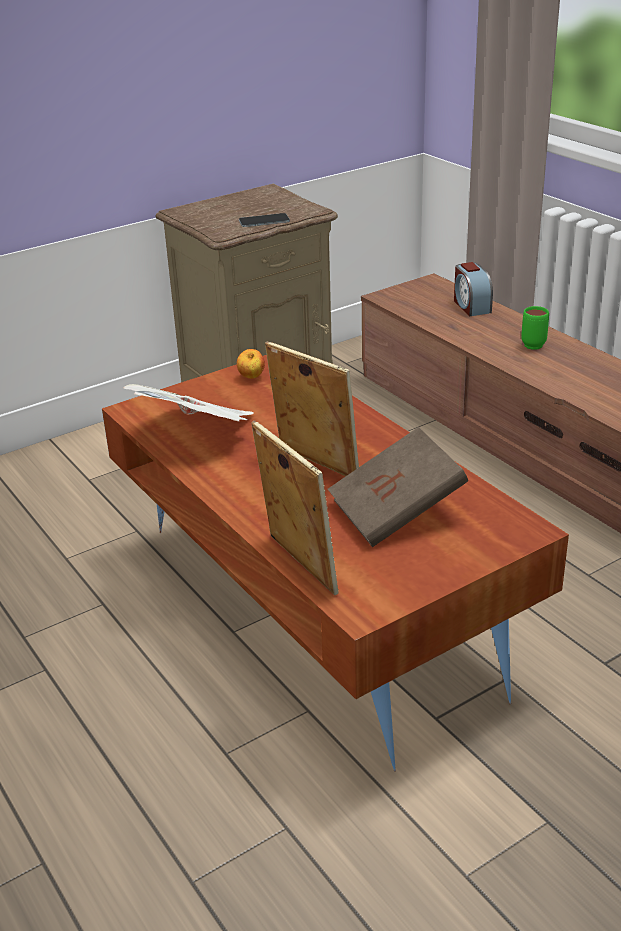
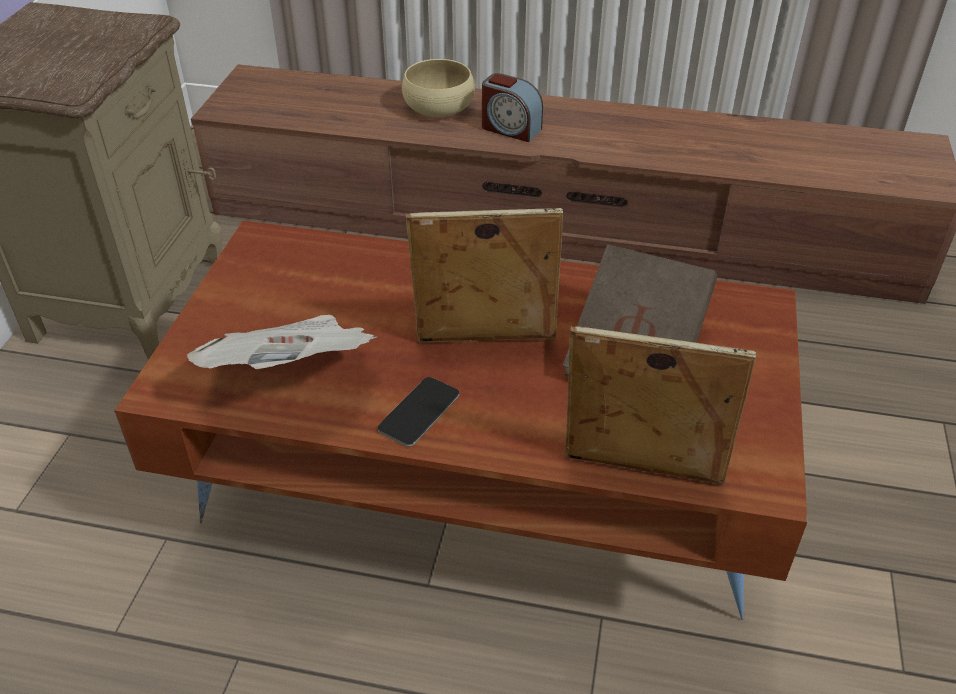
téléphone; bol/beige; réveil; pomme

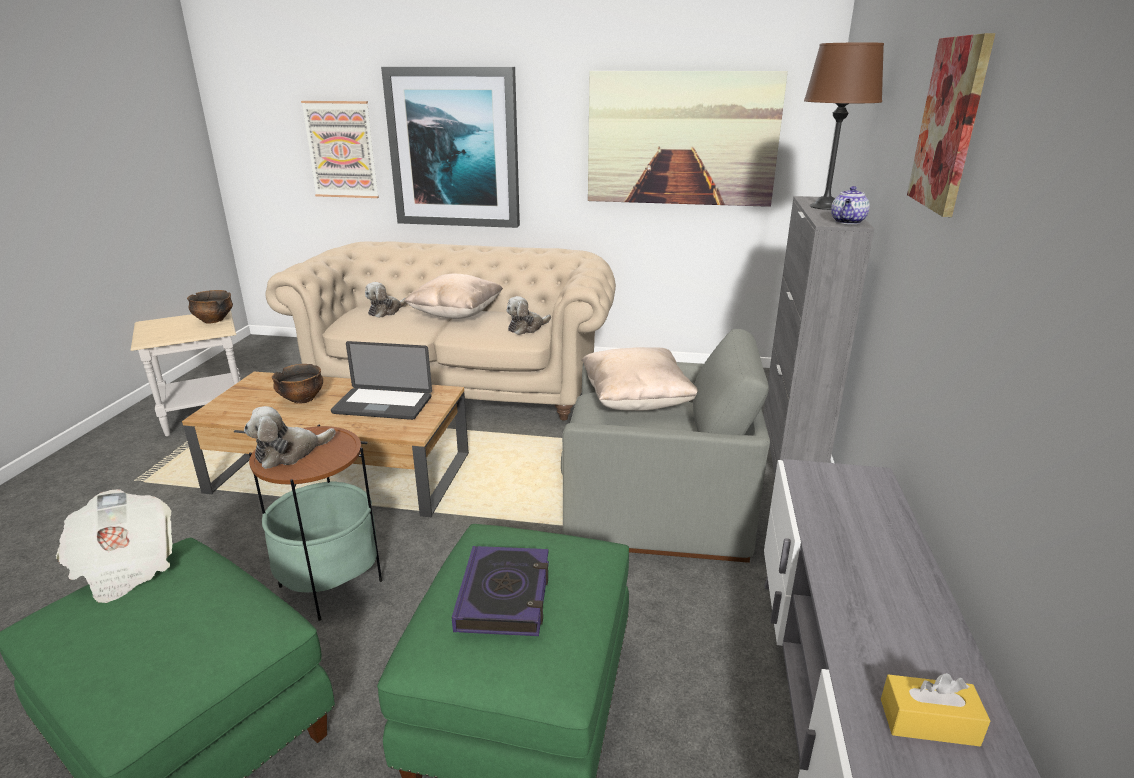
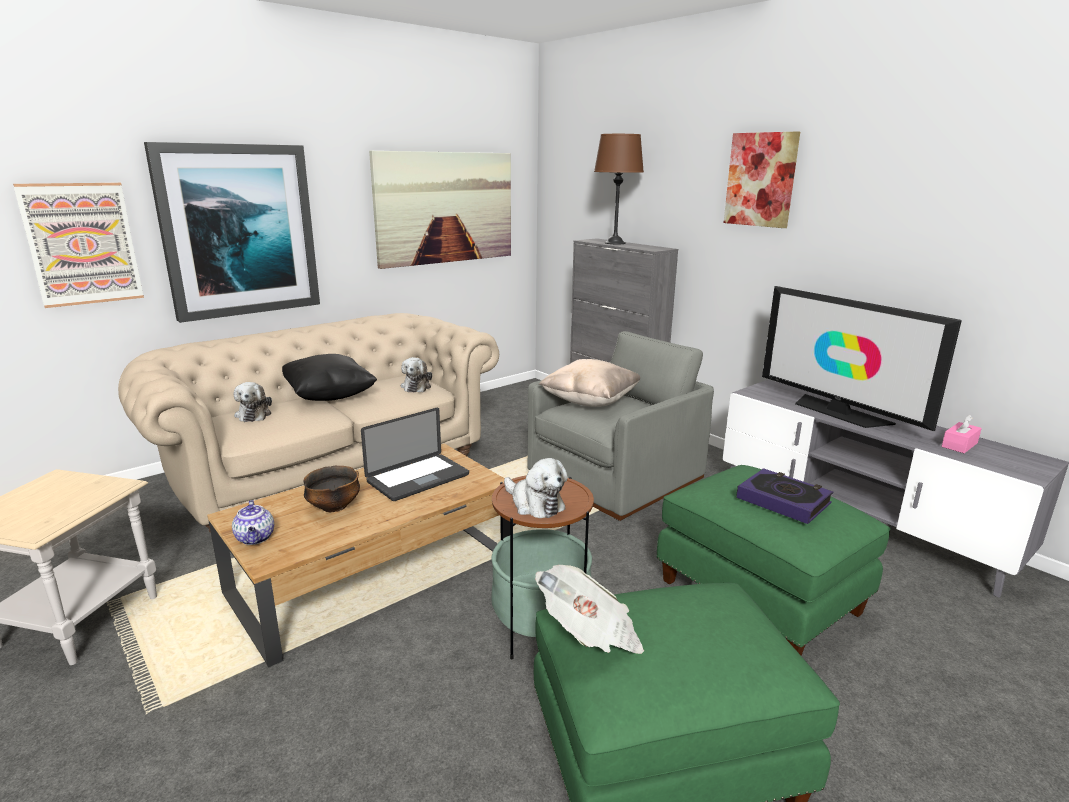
théière; coussin/noir; peluche (no. 3 from left); téléviseur; boîte à mouchoirs/rose; bol (no. 1 from left in the first image)

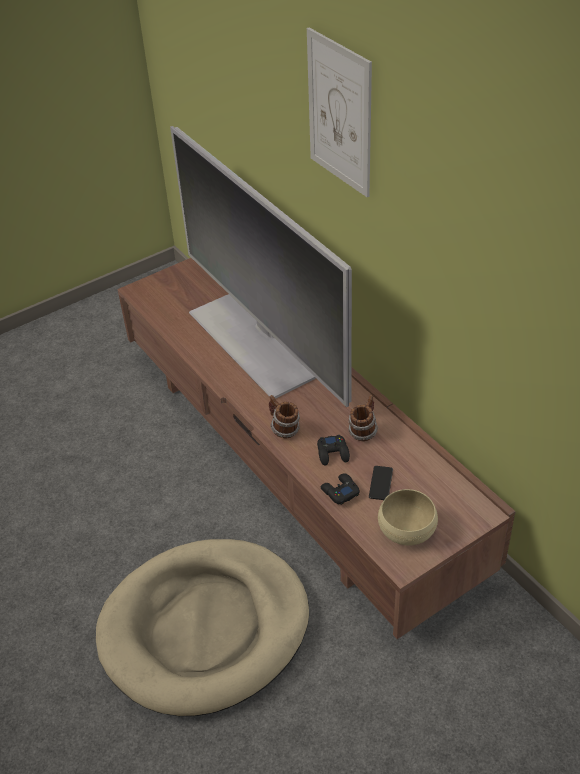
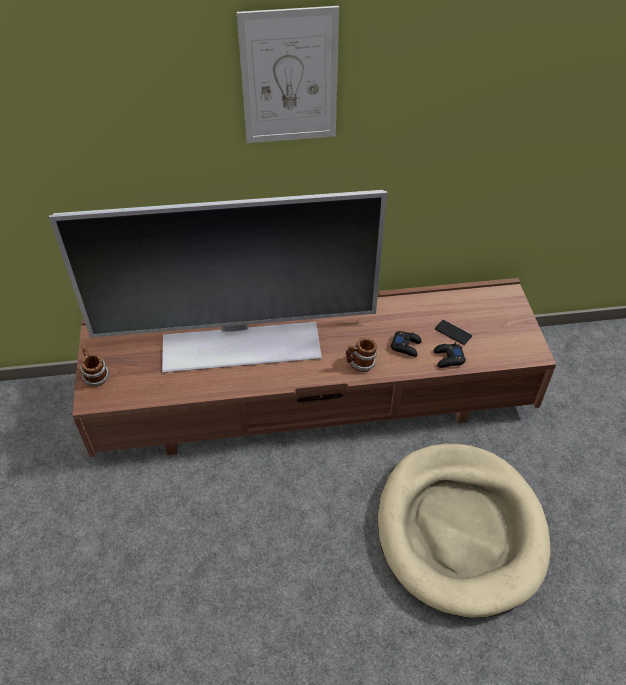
mug (no. 1 from left); bol/beige

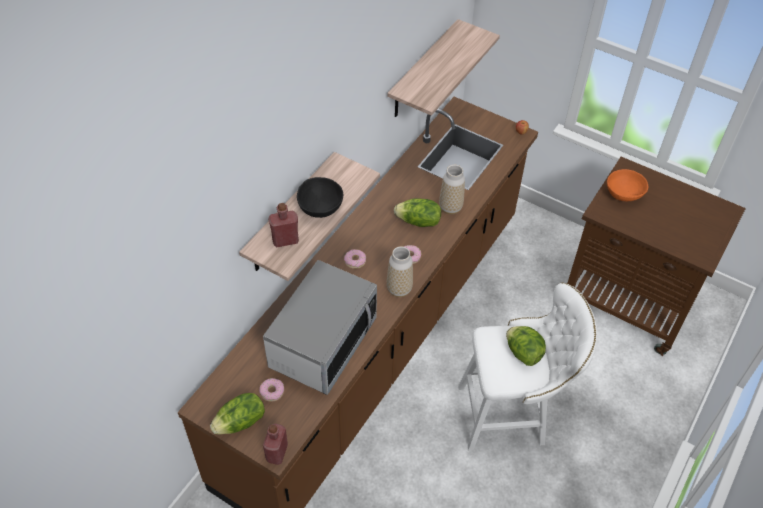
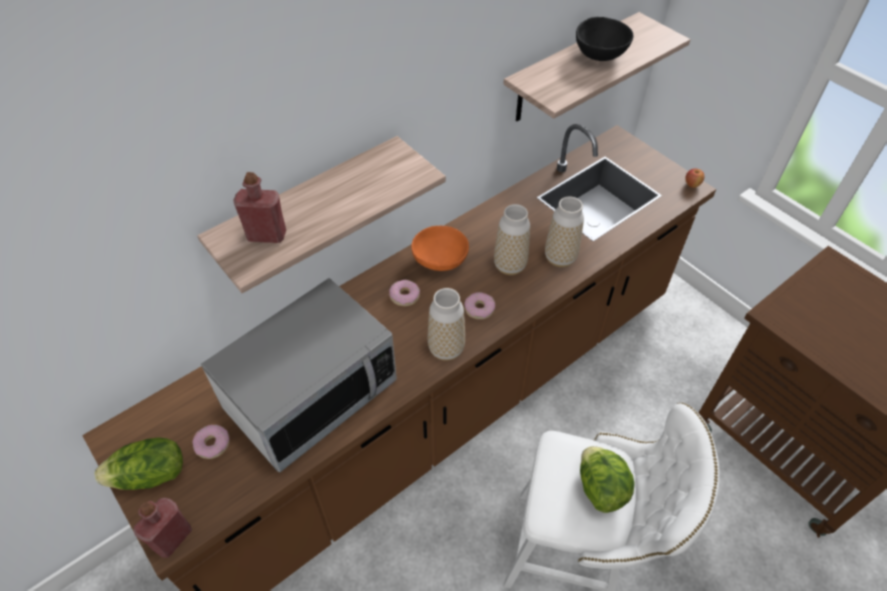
bol/orange; vase (no. 2 from left); bol/noir

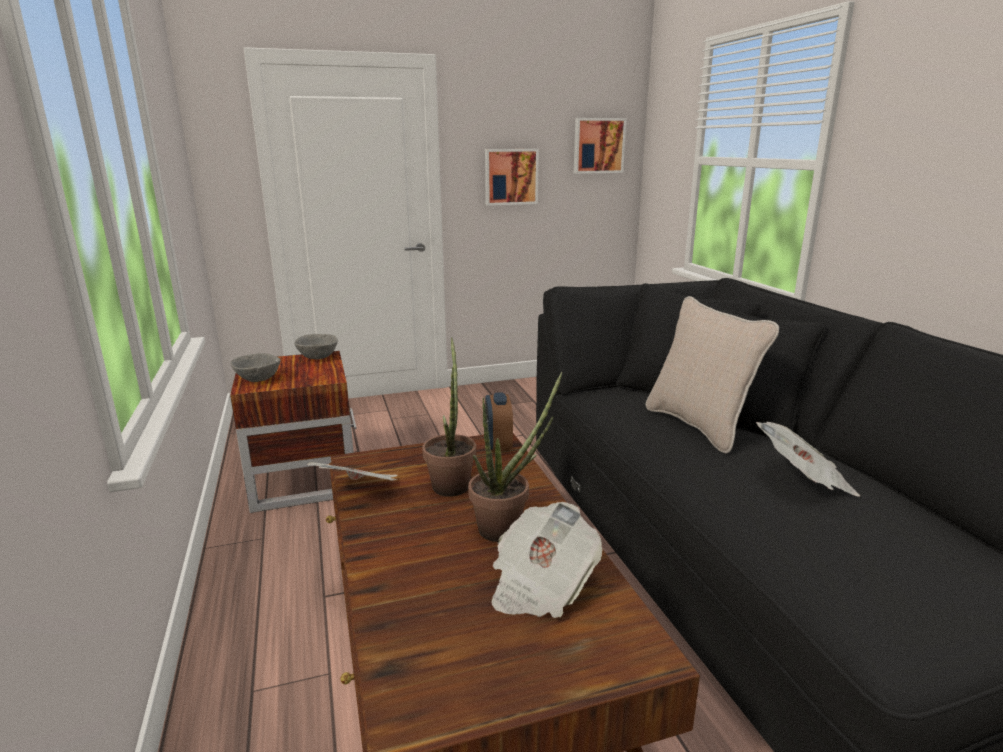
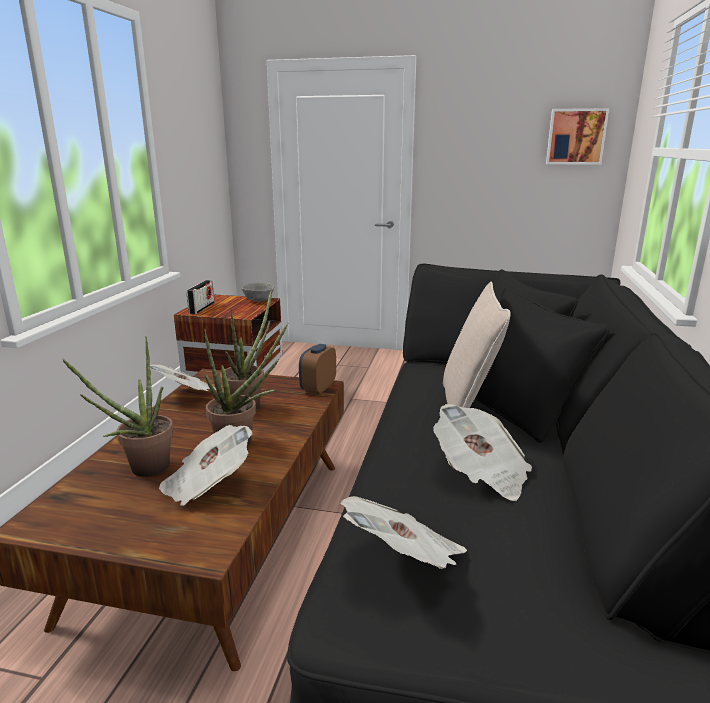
plante en pot (no. 1 from left); radio; journal (no. 3 from left); tableau (no. 1 from left in the first image)

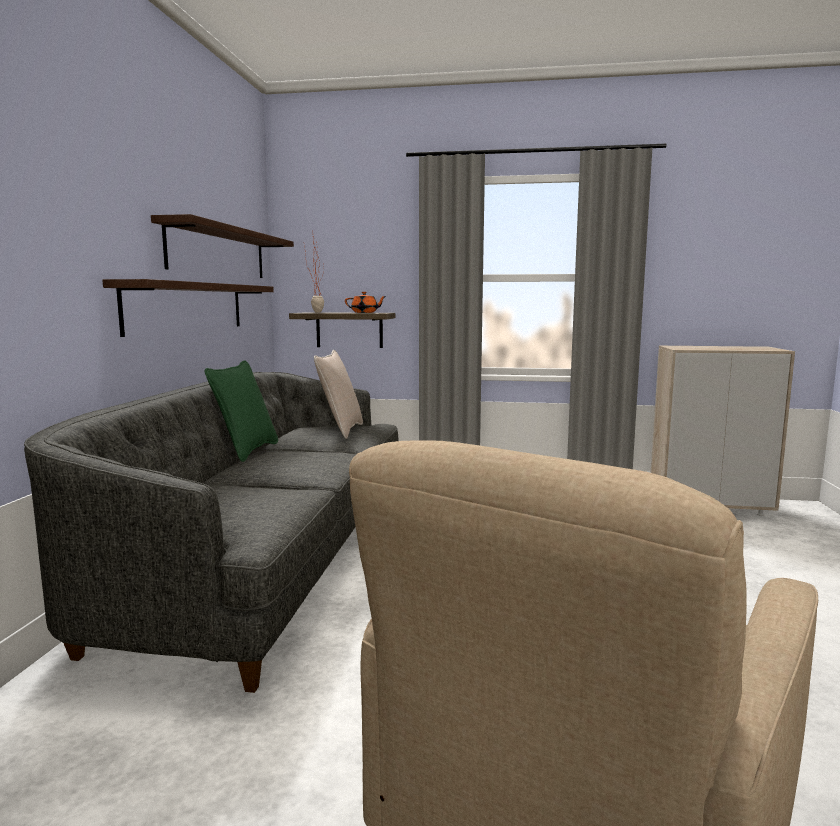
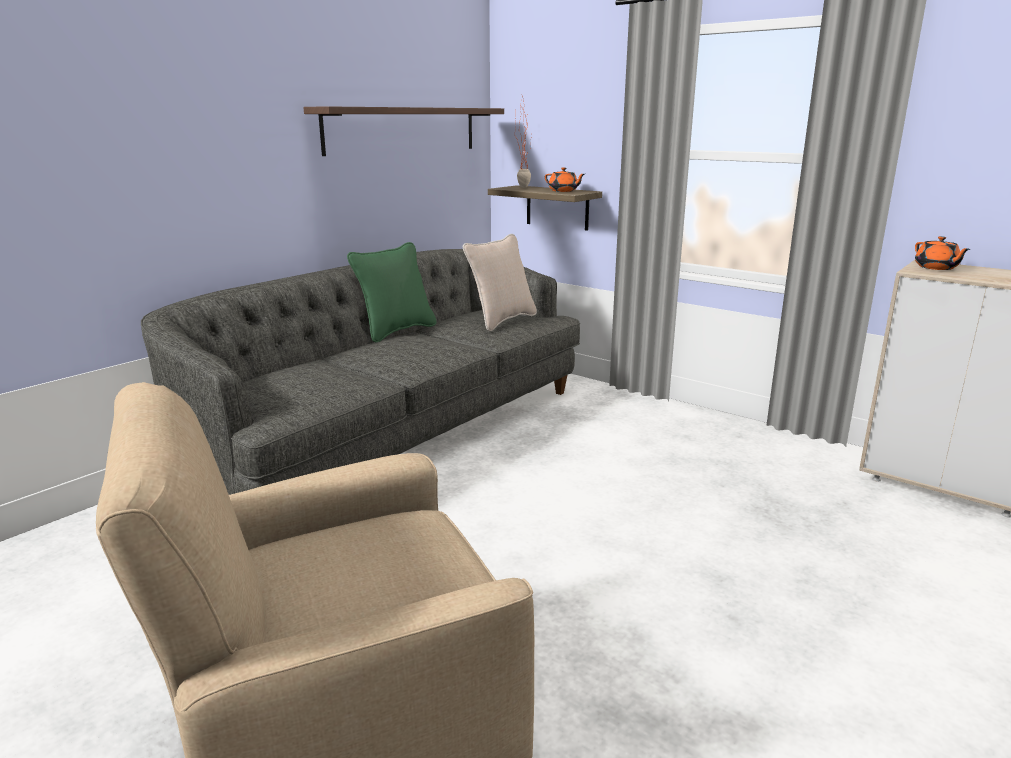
théière/orange (no. 2 from left); étagère (no. 1 from left in the first image)

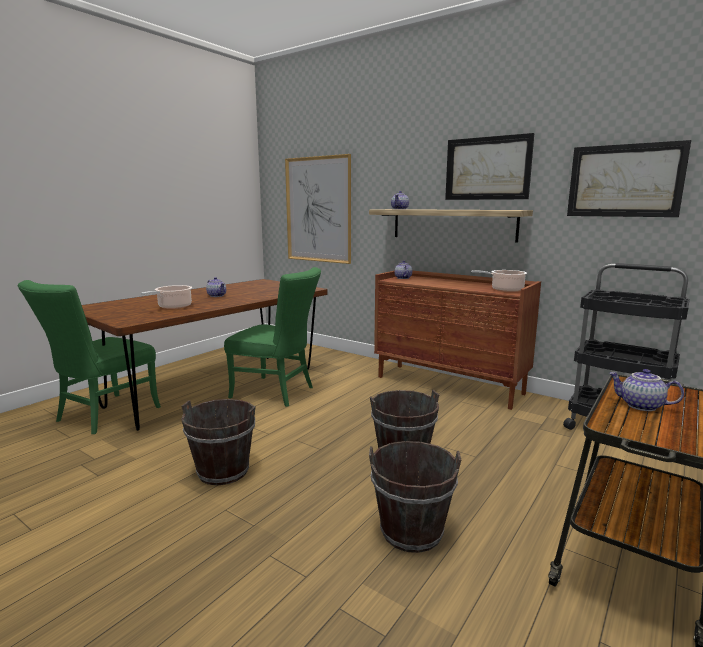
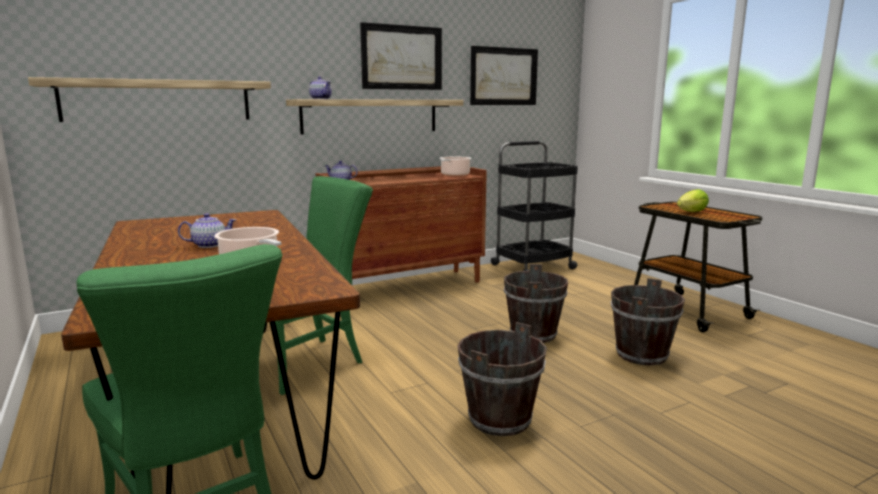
étagère (no. 1 from left); laitue

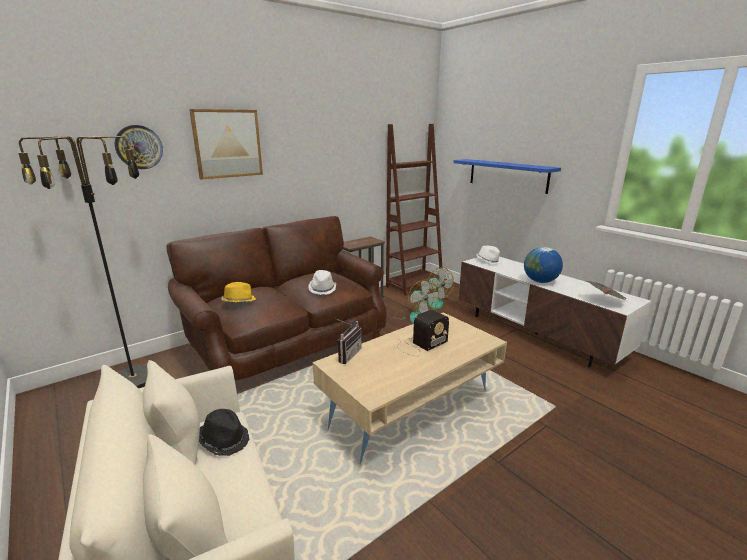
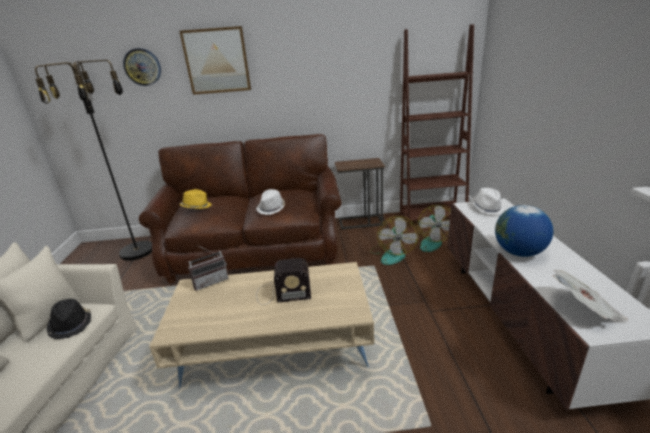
étagère/bleu

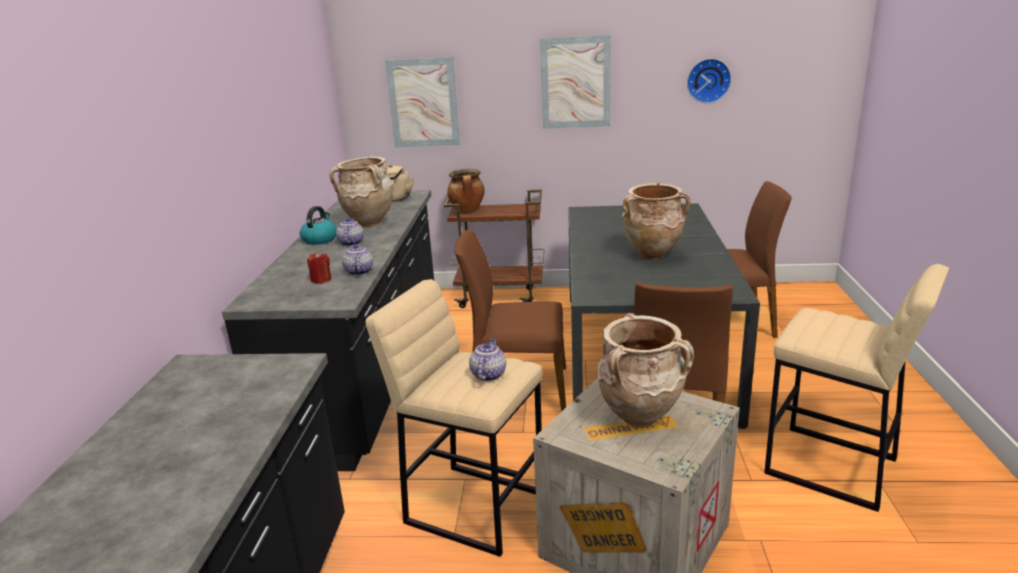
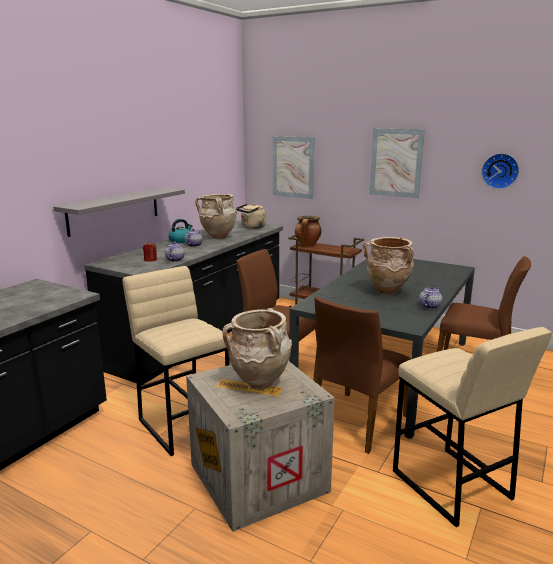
étagère/gris; théière (no. 3 from left)

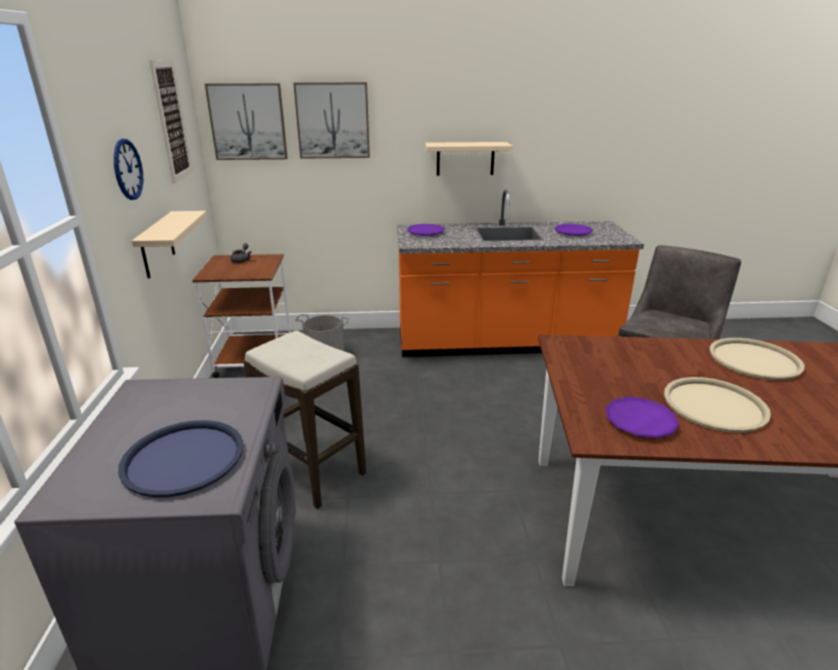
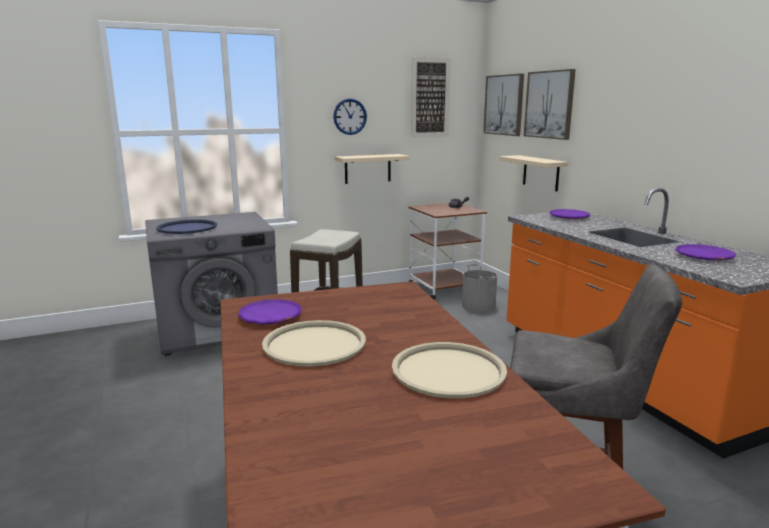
étagère/beige (no. 2 from left)

